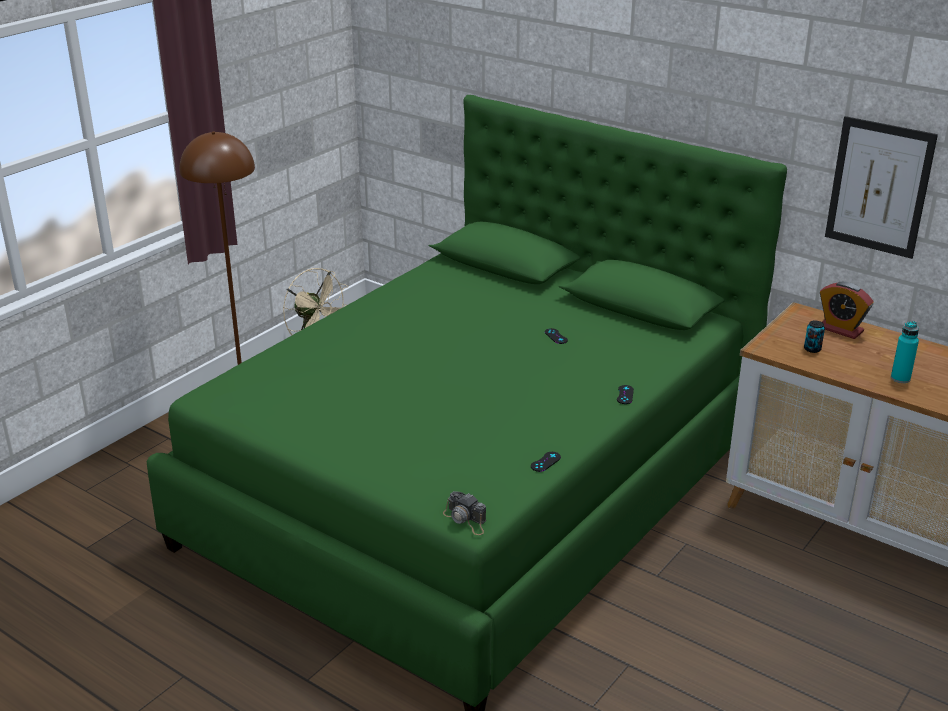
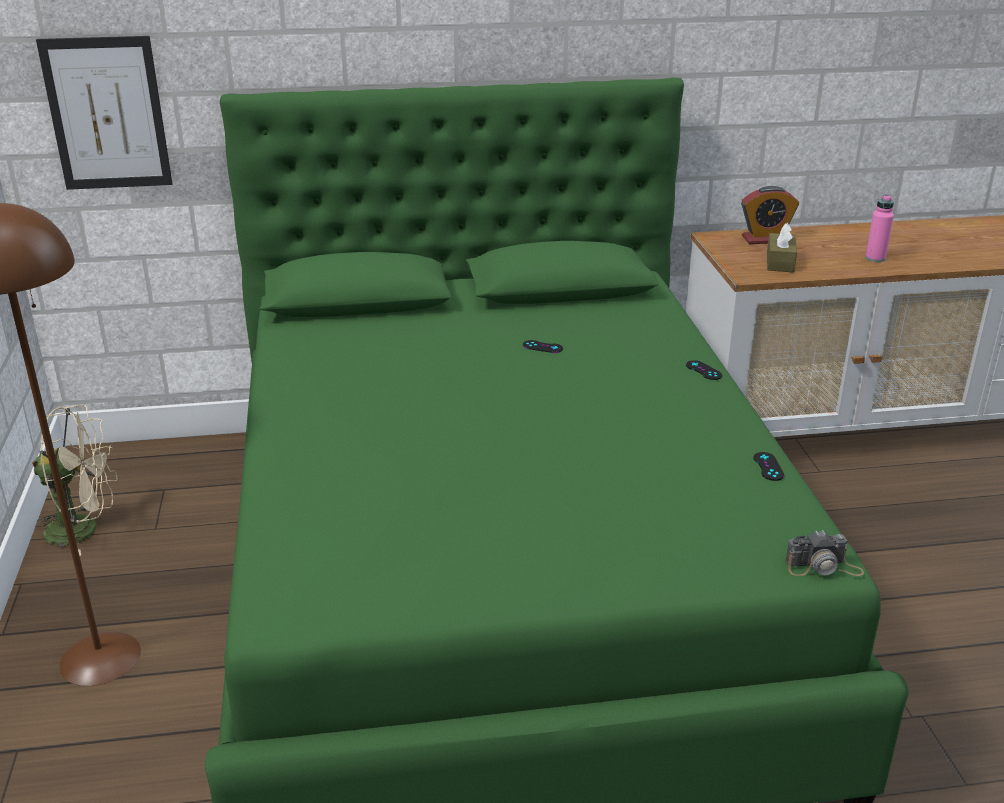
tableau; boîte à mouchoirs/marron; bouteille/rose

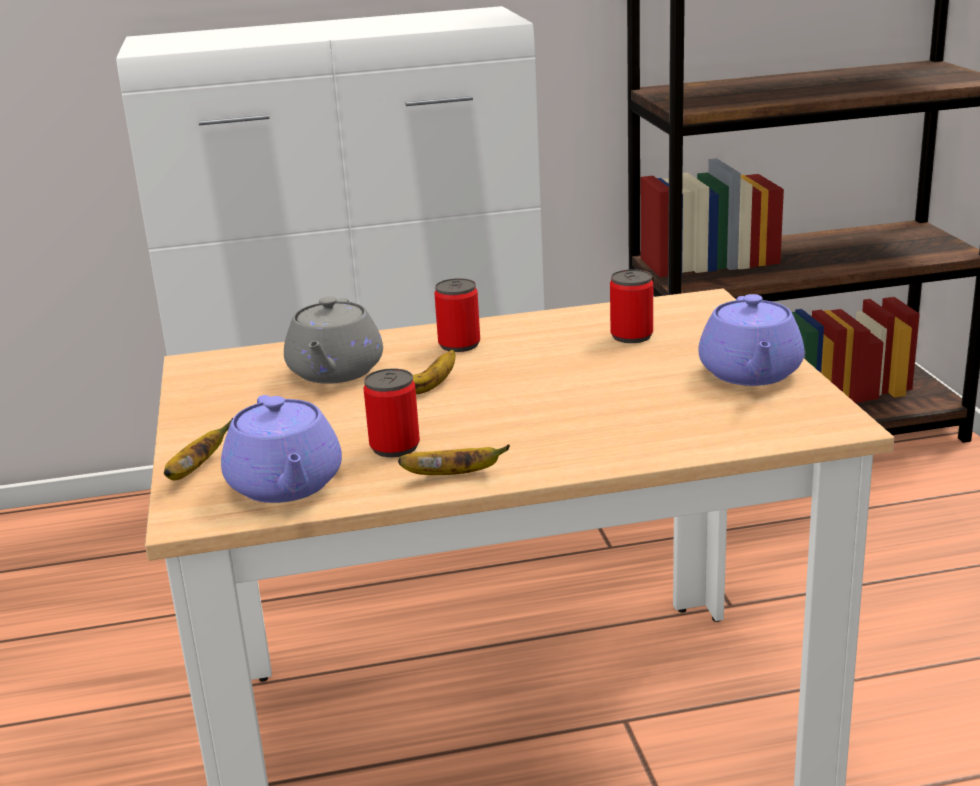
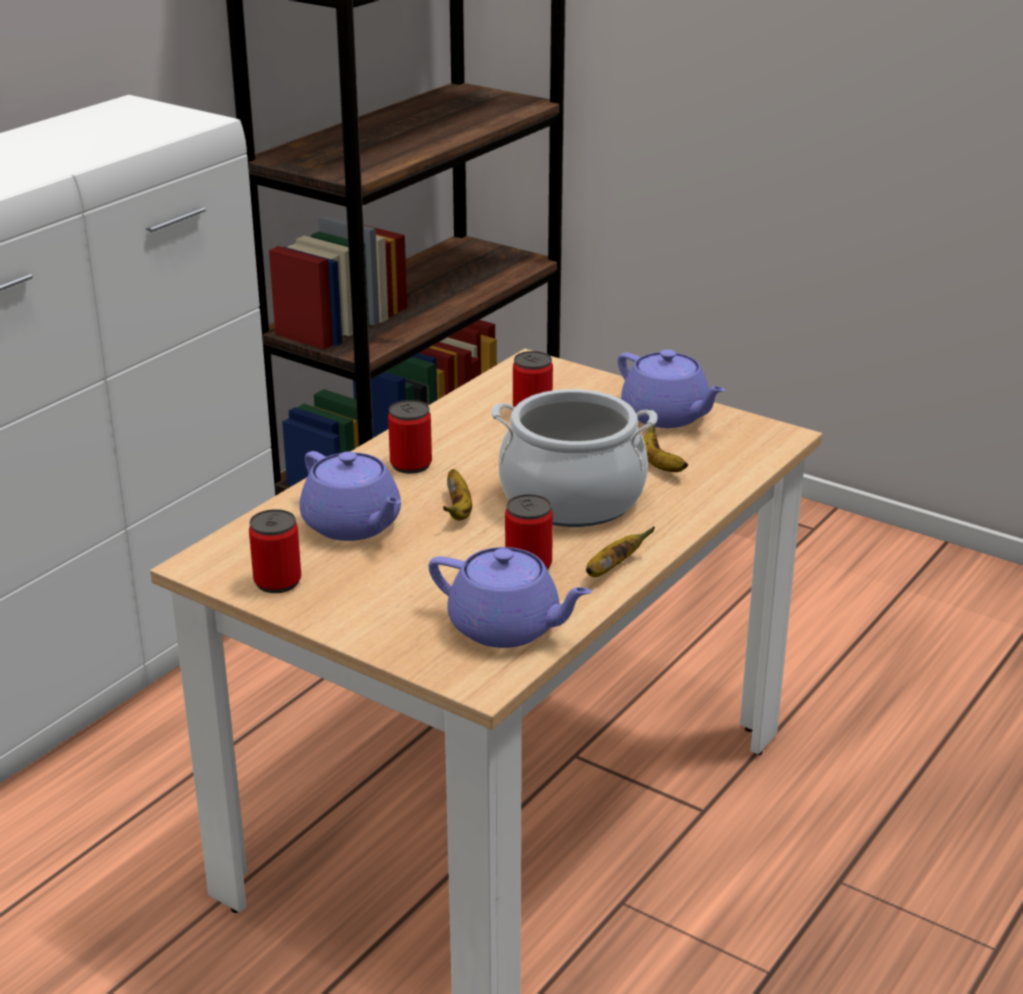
boîte métallique (no. 1 from left); théière/violet (no. 1 from left); marmite; banane (no. 3 from left)

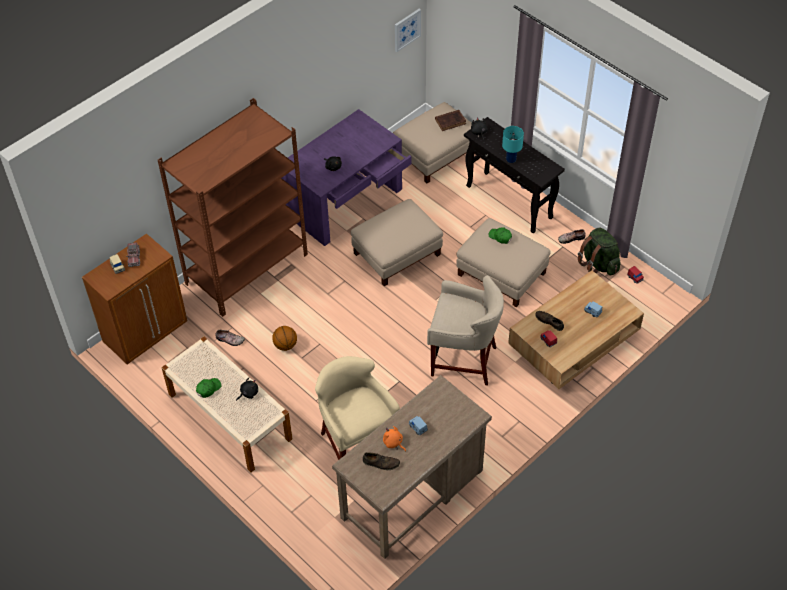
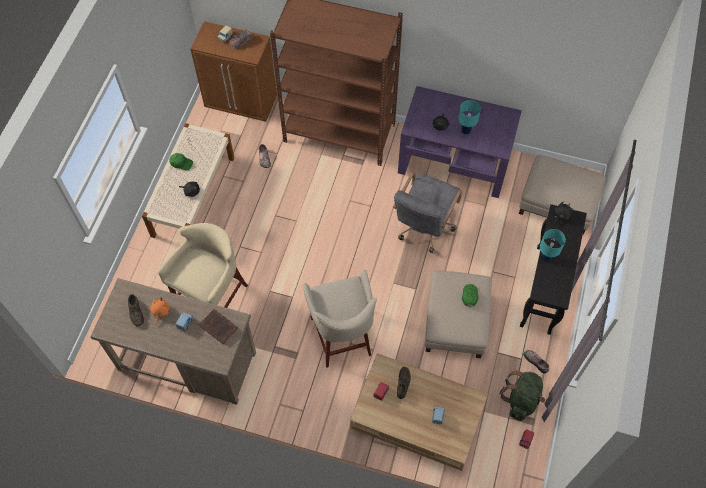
livre/marron; chaise de bureau/gris; lampe de table/turquoise (no. 1 from left); ballon de basket; tableau

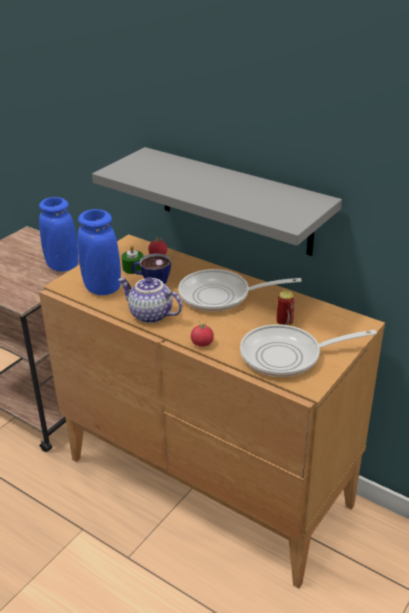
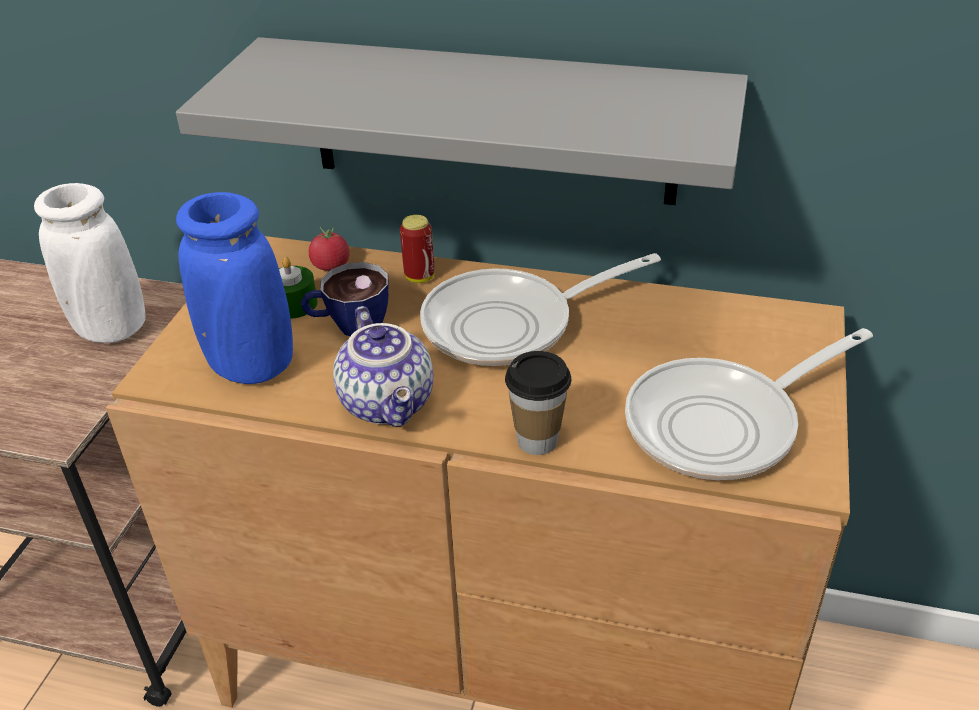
vase/blanc; théière; boîte métallique; tasse (no. 2 from left)

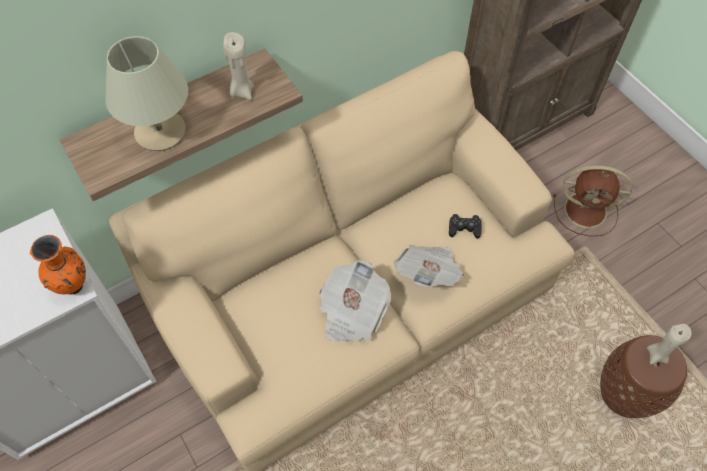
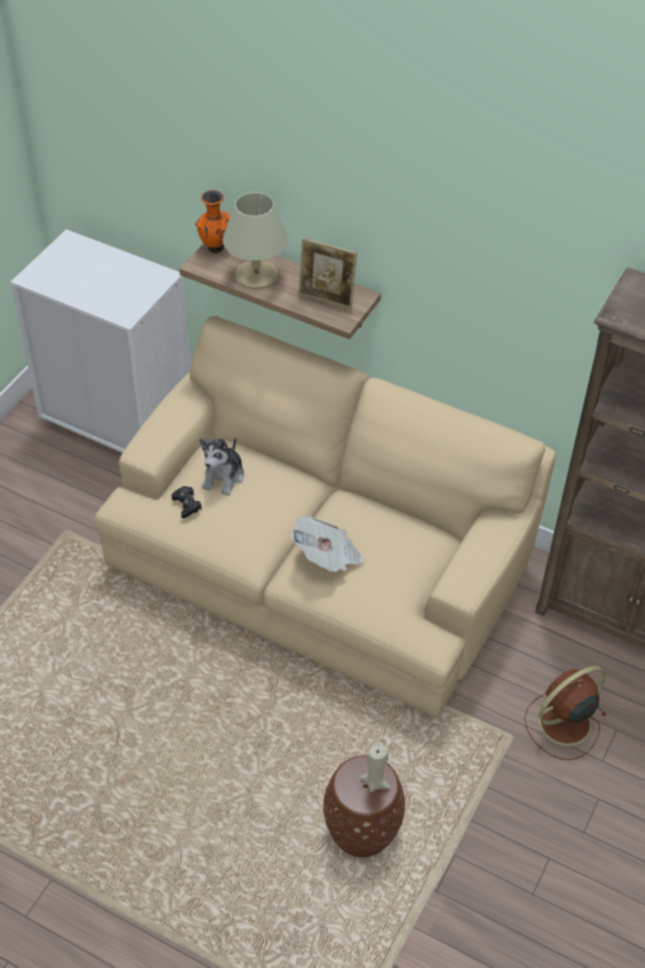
manette/noir; vase/orange; peluche; cadre photo; ventilateur/marron; journal (no. 1 from left in the first image)

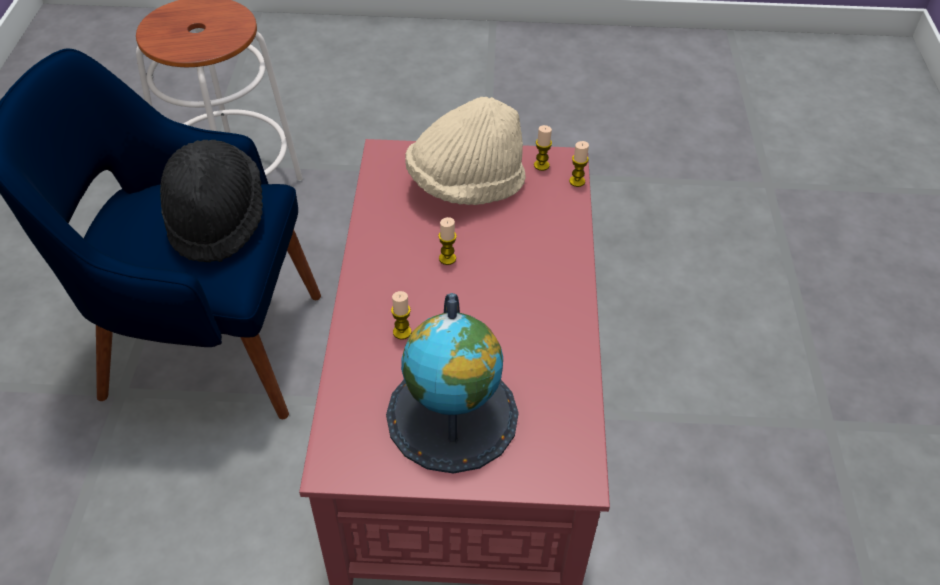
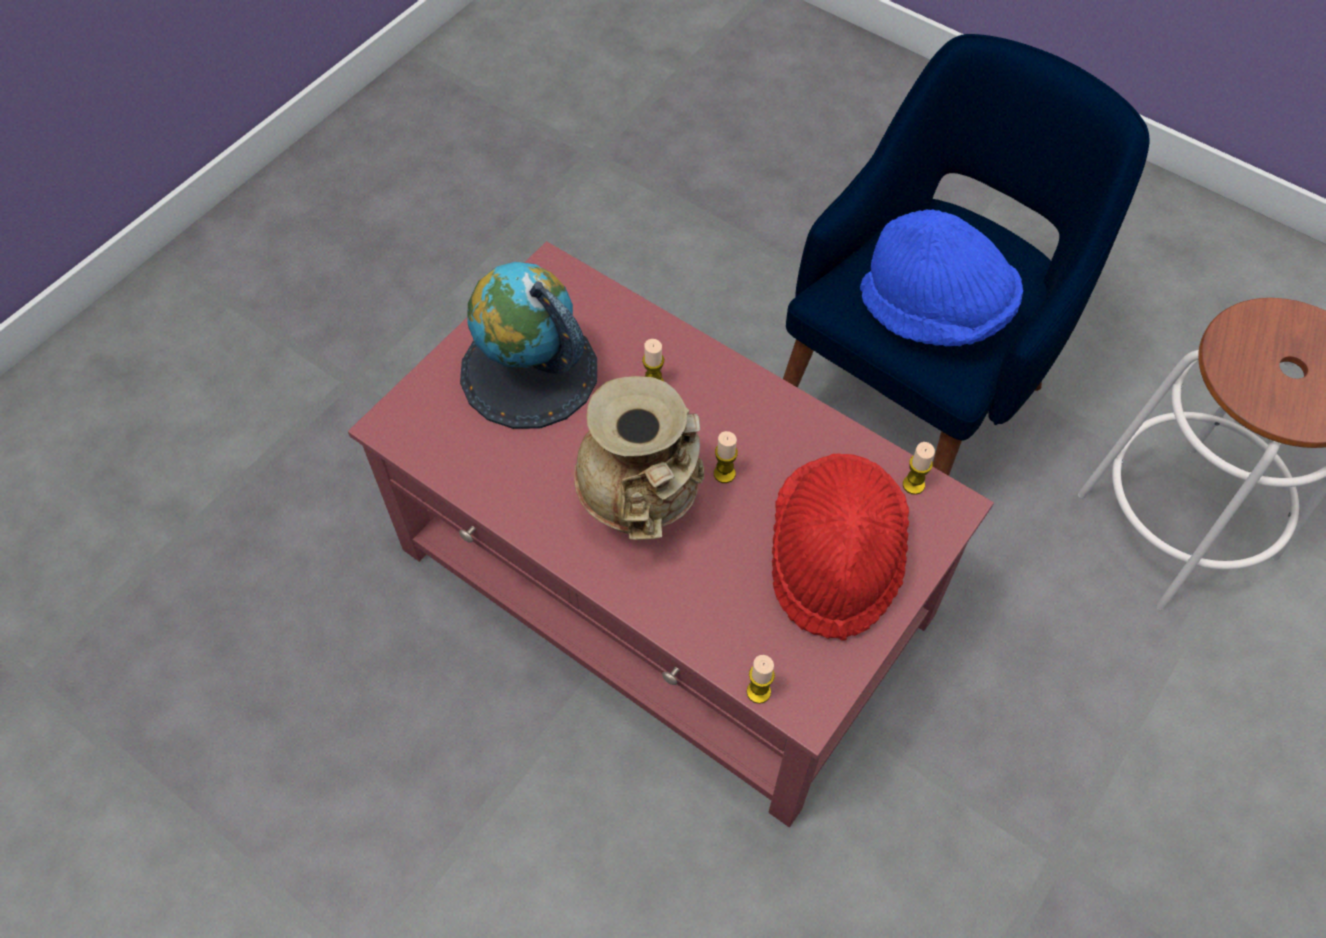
vase/beige; chapeau/rouge; chapeau/bleu; bougie (no. 4 from left)

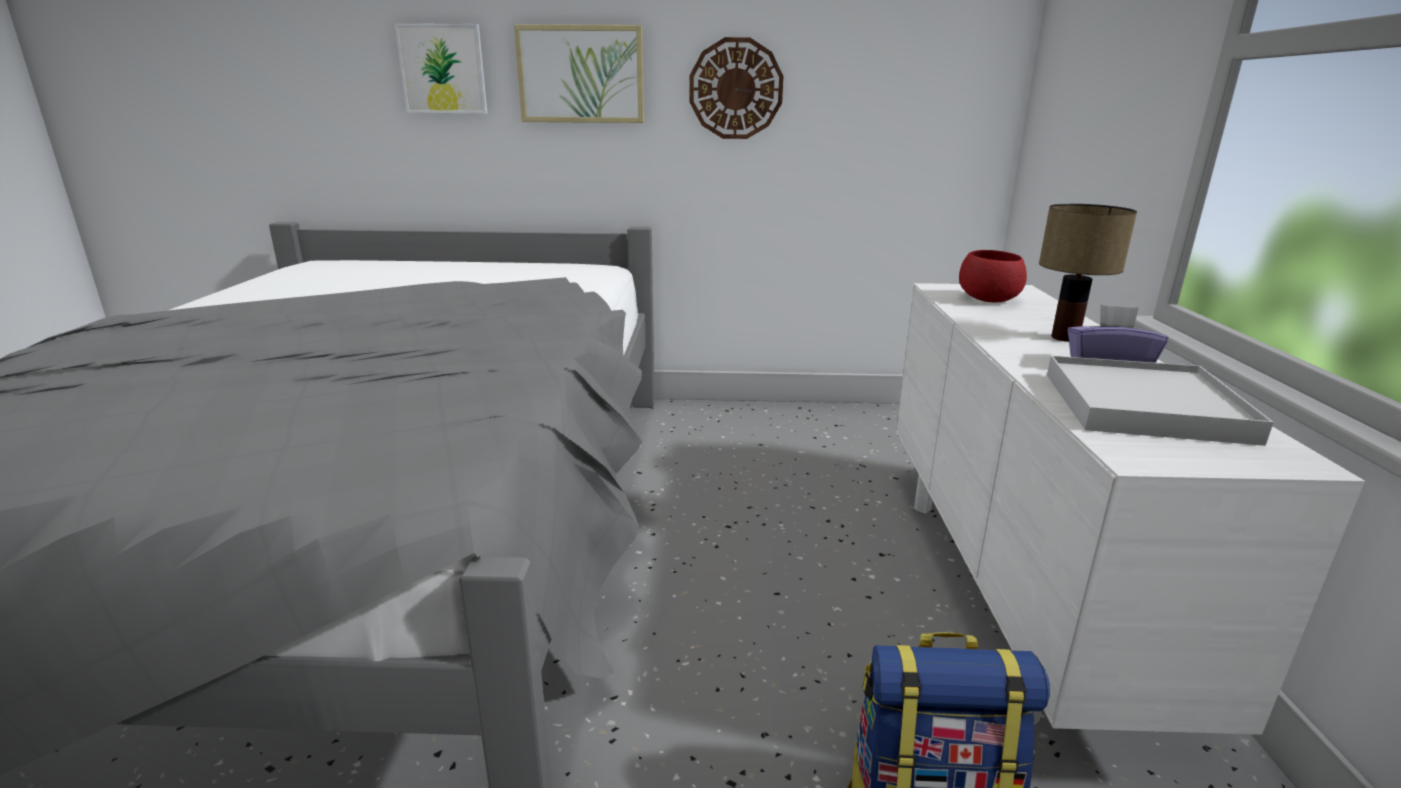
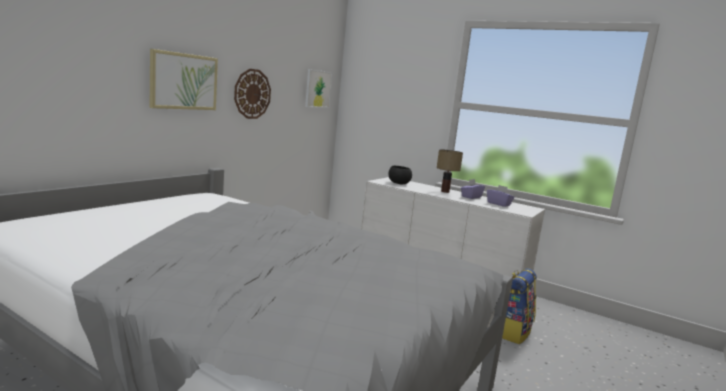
tableau (no. 2 from left); bol/noir; boîte à mouchoirs/violet (no. 2 from left)

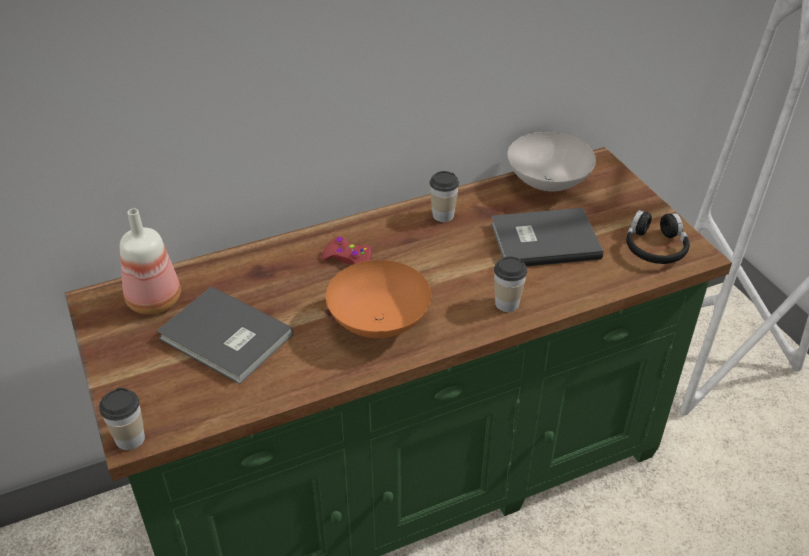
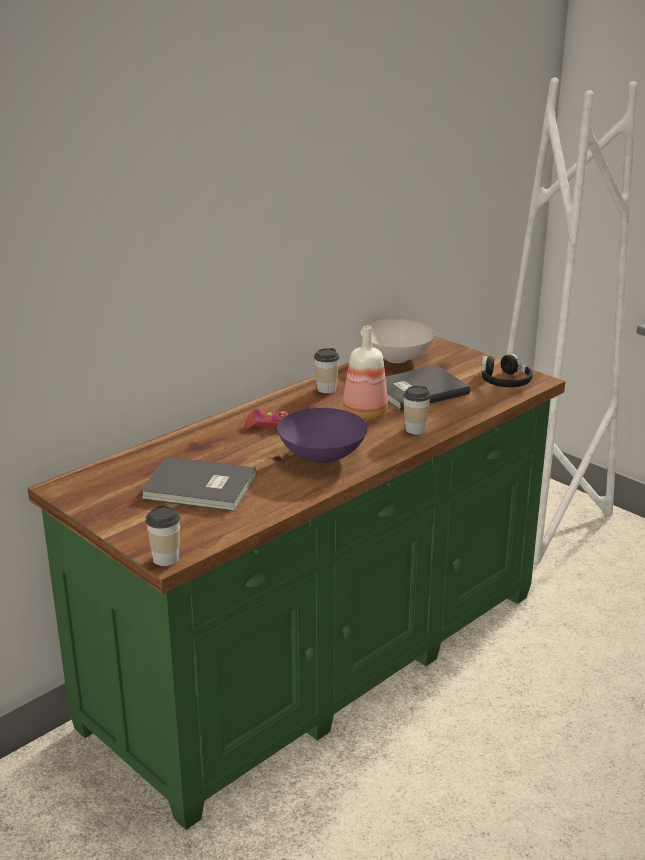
bol/violet; bouteille

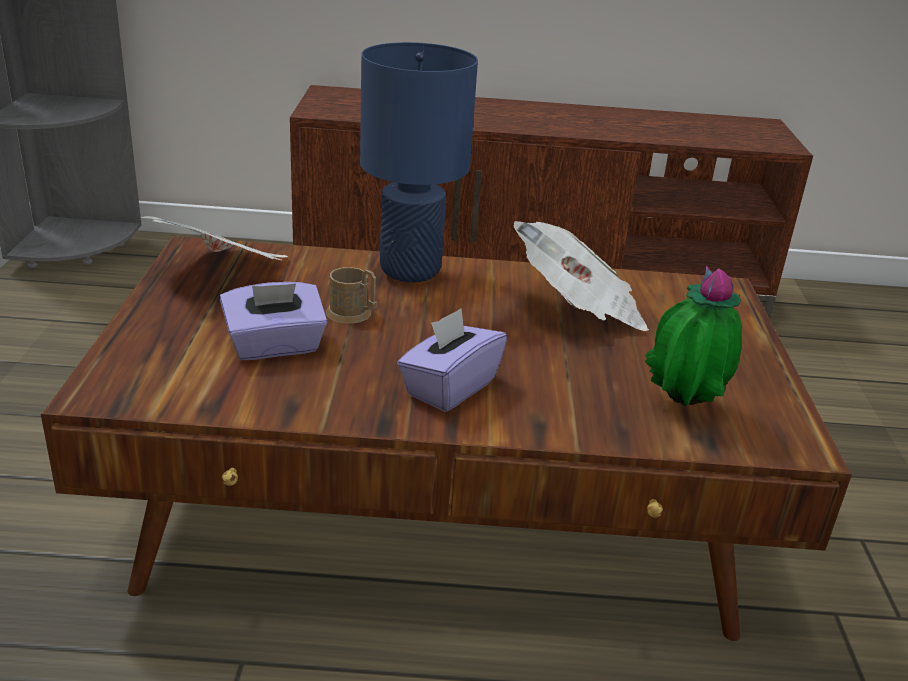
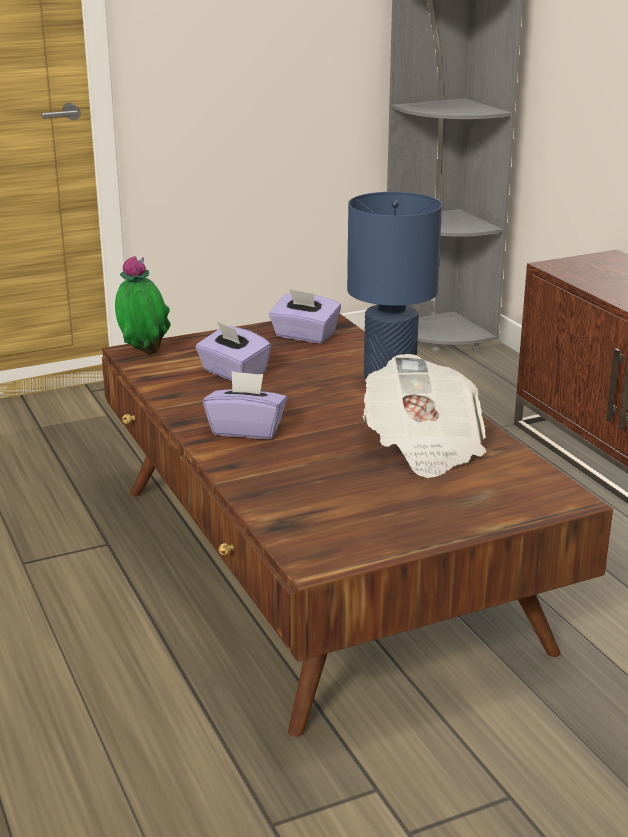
plante en pot; boîte à mouchoirs/violet (no. 3 from left); mug/marron

